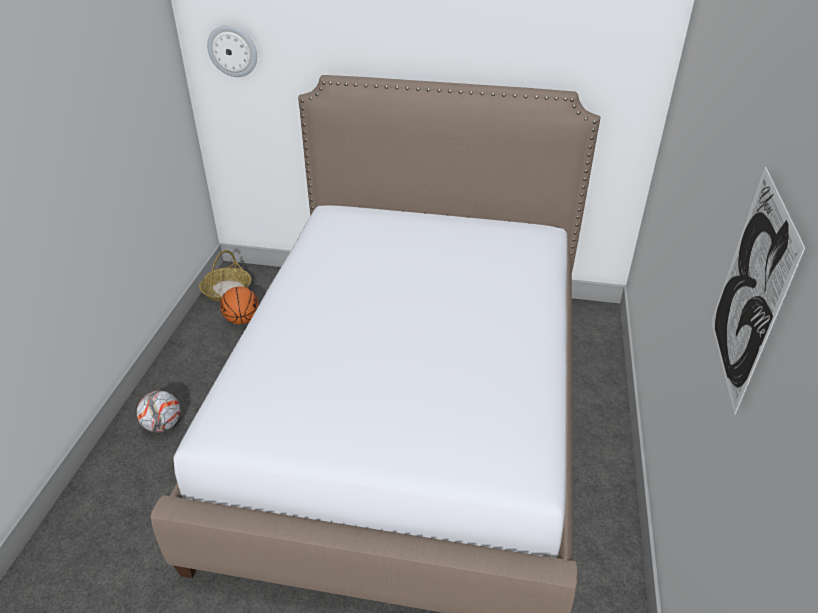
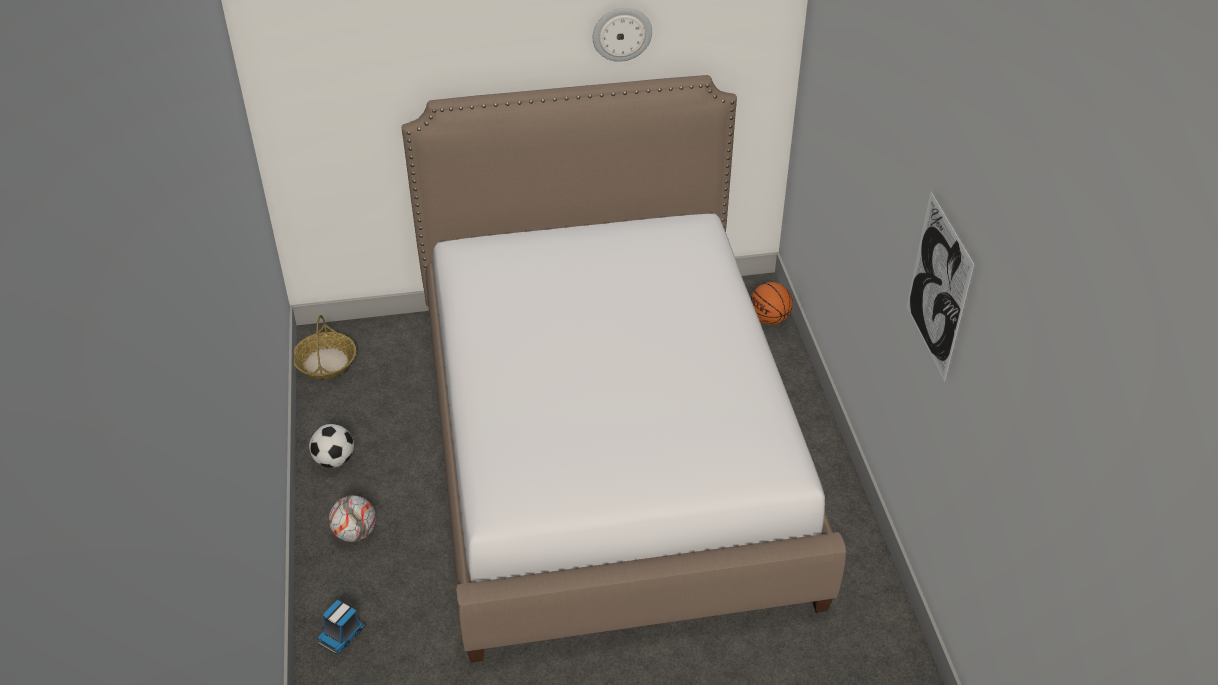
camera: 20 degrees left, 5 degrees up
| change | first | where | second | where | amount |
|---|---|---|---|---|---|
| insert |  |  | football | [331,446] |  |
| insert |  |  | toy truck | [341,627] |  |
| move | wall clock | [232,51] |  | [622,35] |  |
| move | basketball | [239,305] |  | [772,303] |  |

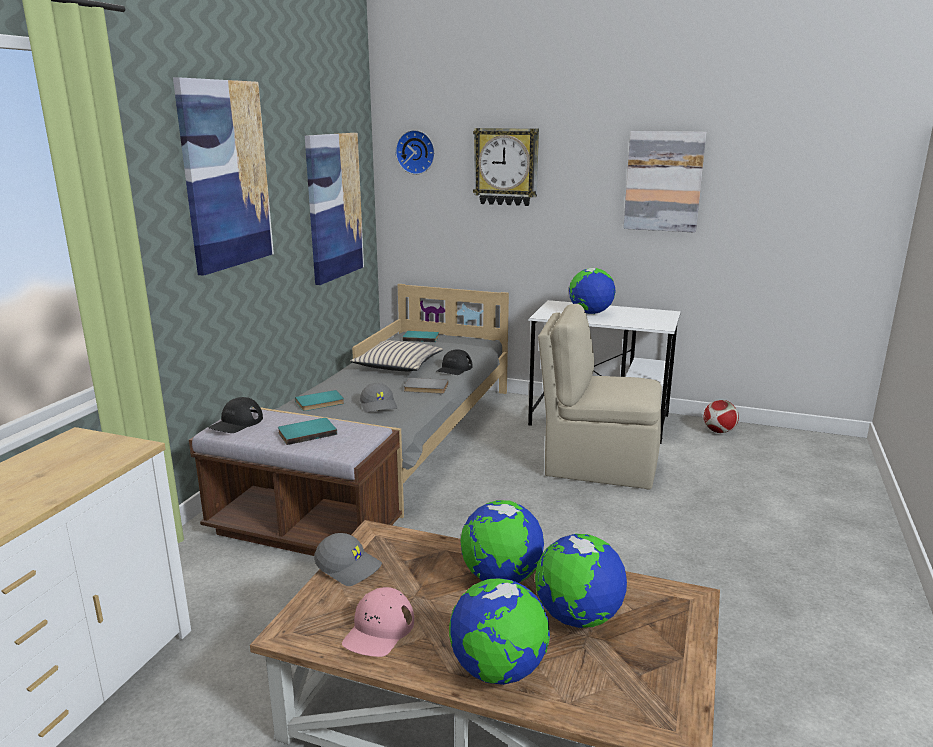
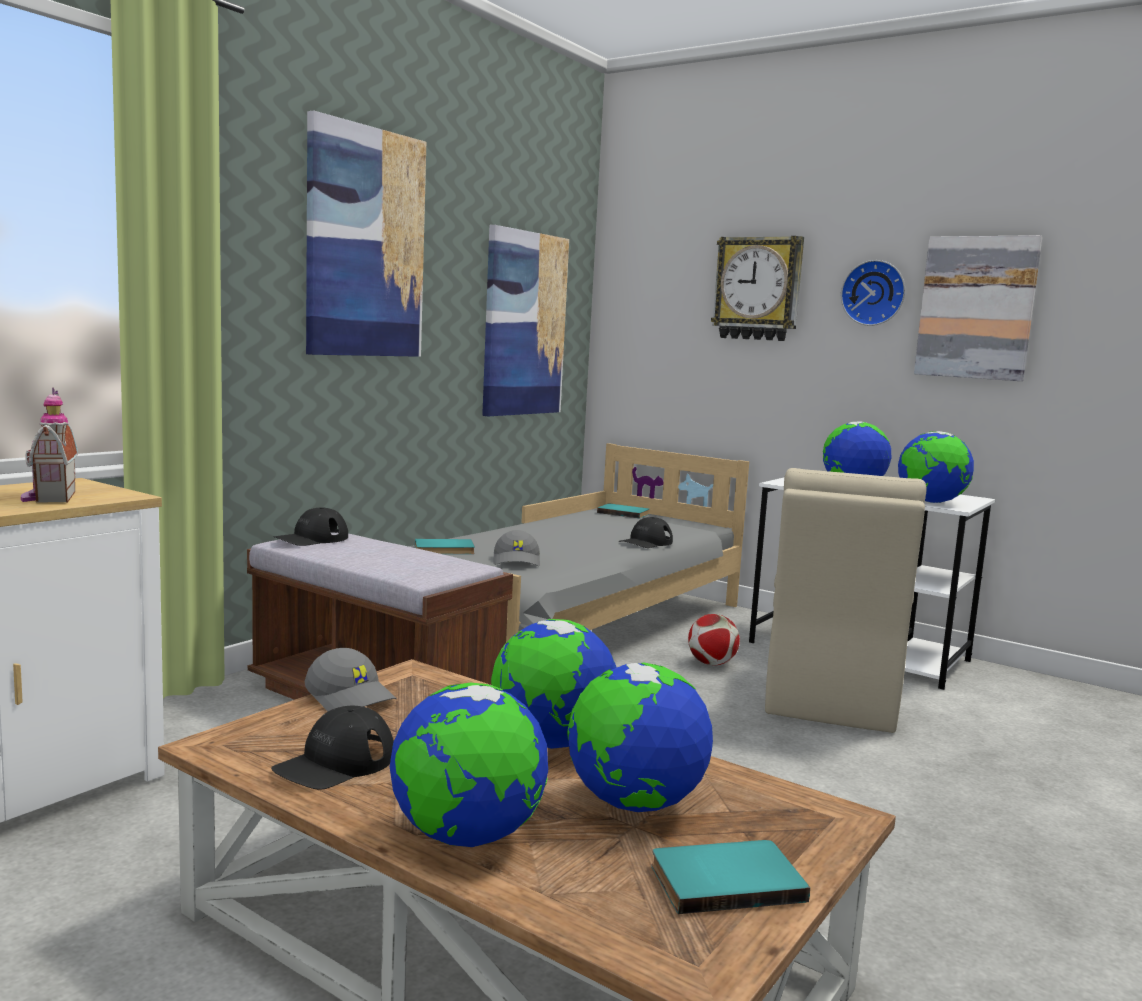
camera: 15 degrees right, 10 degrees down
| change | first | where | second | where | amount |
|---|---|---|---|---|---|
| delete | beige pillow | [396,356] |  |  |  |
| delete | grey book | [426,386] |  |  |  |
| insert |  |  | toy house | [49,445] |  |
| insert |  |  | globe | [936,467] |  |
| move | turquoise book | [307,431] |  | [730,877] |  |
| move | wall clock | [415,152] |  | [873,293] |  |
| move | football | [721,416] |  | [714,639] |  |
| recolor | pink cap | [378,622] | black cap | [332,748] |  |
| rotate | beige chair | [600,397] |  | [846,600] | 105 degrees counterclockwise |

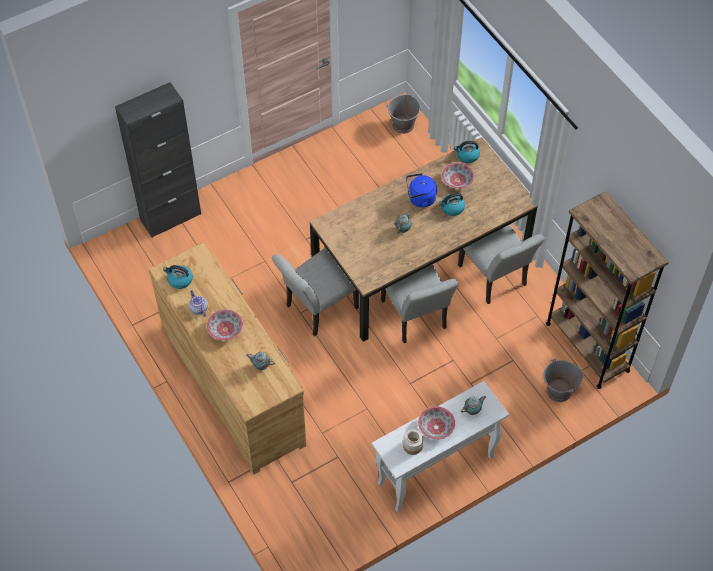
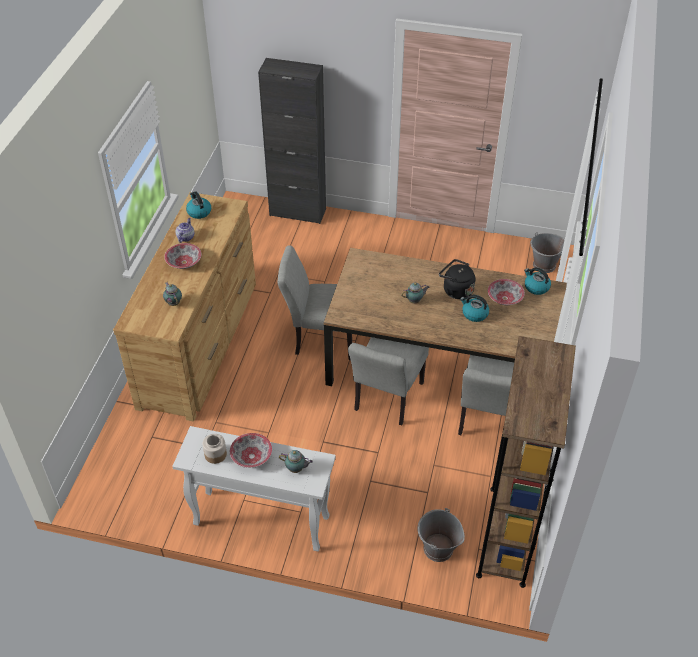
camera: 45 degrees right, 10 degrees down
| change | first | where | second | where | amount |
|---|---|---|---|---|---|
| recolor | blue kettle | [421,190] | black kettle | [457,279] |  |

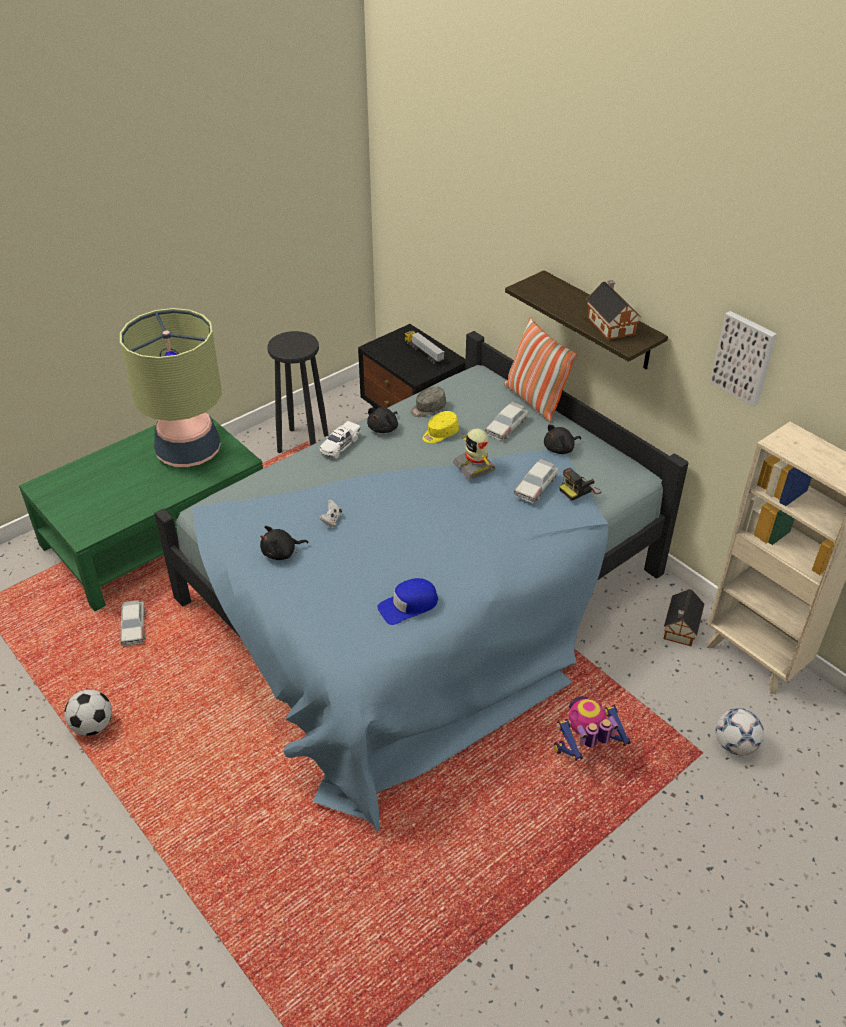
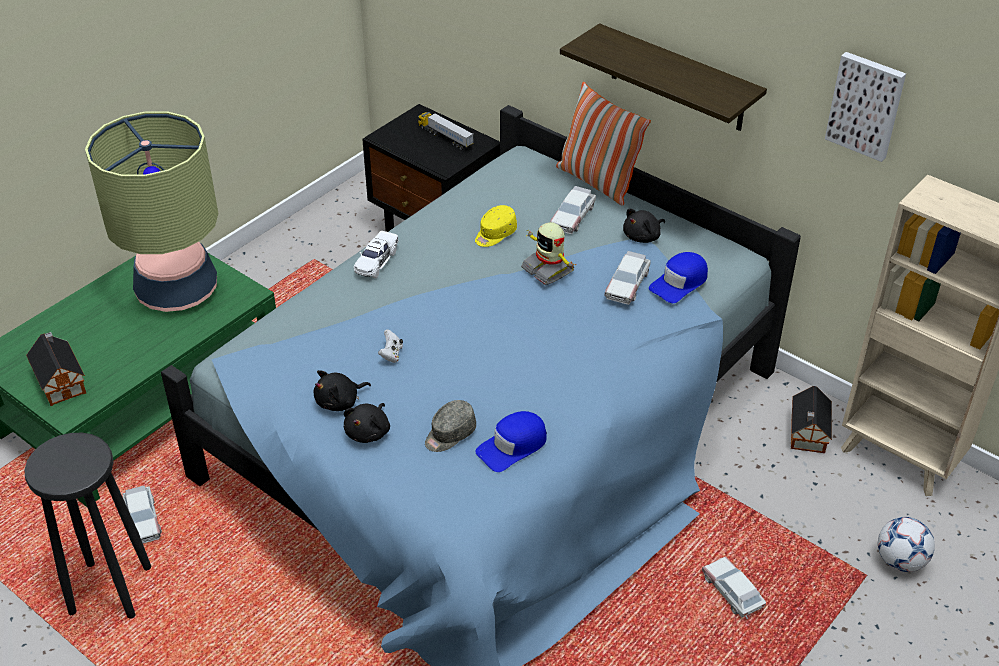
camera: 10 degrees left, 0 degrees up
| change | first | where | second | where | amount |
|---|---|---|---|---|---|
| delete | football | [88,712] |  |  |  |
| move | black stool | [297,392] |  | [87,526] |  |
| move | black plush toy | [382,420] |  | [367,423] |  |
| move | grey cap | [428,401] |  | [450,426] |  |
| move | toy house | [613,310] |  | [56,369] |  |
| replace | toy robot | [592,728] | toy car | [734,588] |  |
| replace | photo camera | [581,484] | blue cap | [678,277] |  |

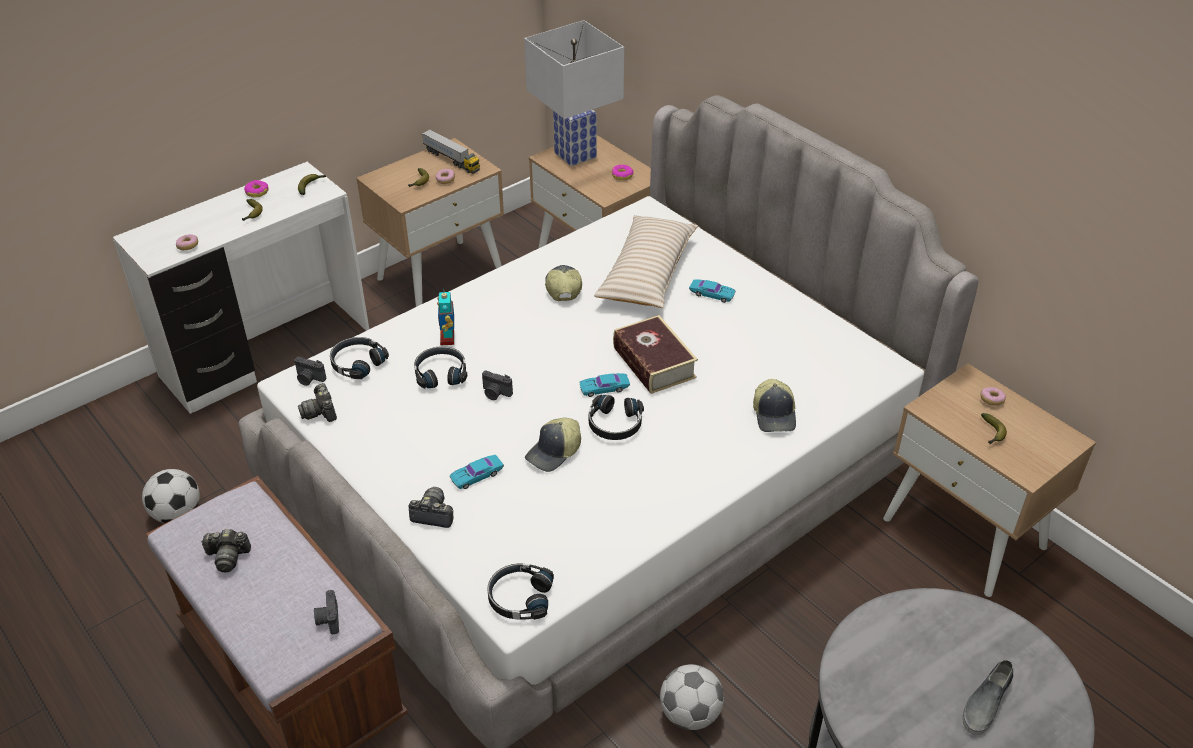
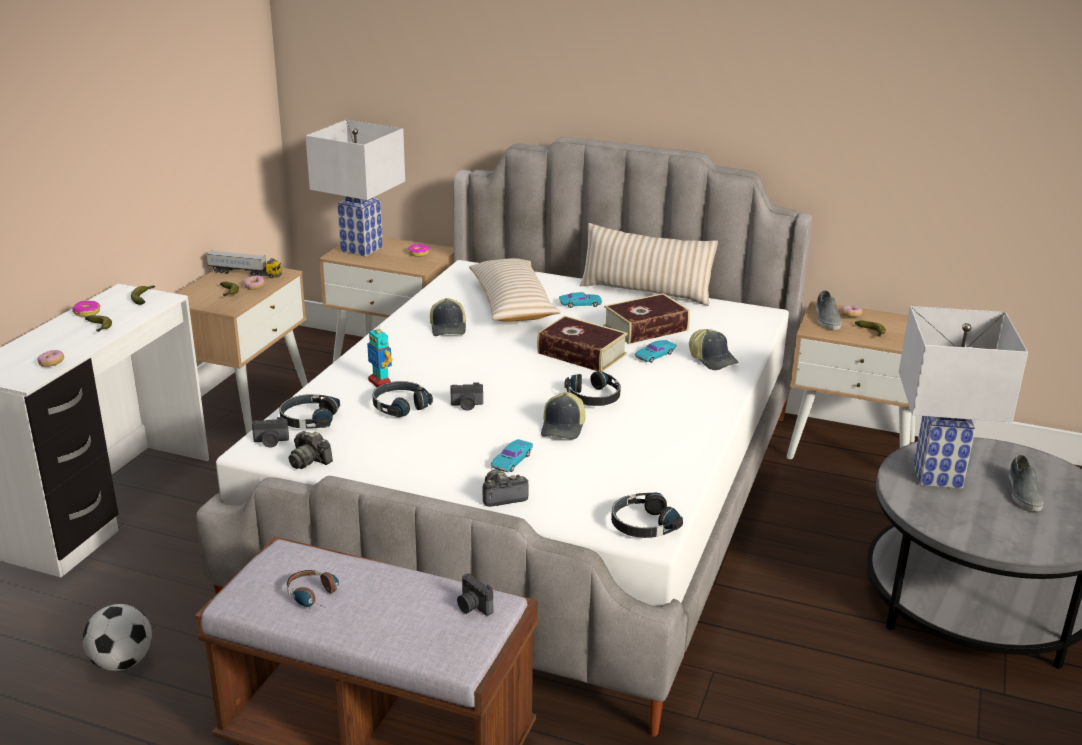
camera: 30 degrees left, 15 degrees down
| change | first | where | second | where | amount |
|---|---|---|---|---|---|
| delete | football | [692,697] |  |  |  |
| insert |  |  | beige pillow | [649,264] |  |
| insert |  |  | book | [646,318] |  |
| insert |  |  | grey shoe | [829,310] |  |
| insert |  |  | white table lamp | [963,397] |  |
| move | turquoise toy car | [605,385] |  | [655,351] |  |
| replace | photo camera | [226,550] | headphones | [313,590] |  |
| rotate | cap | [563,283] |  | [448,317] | 150 degrees counterclockwise |

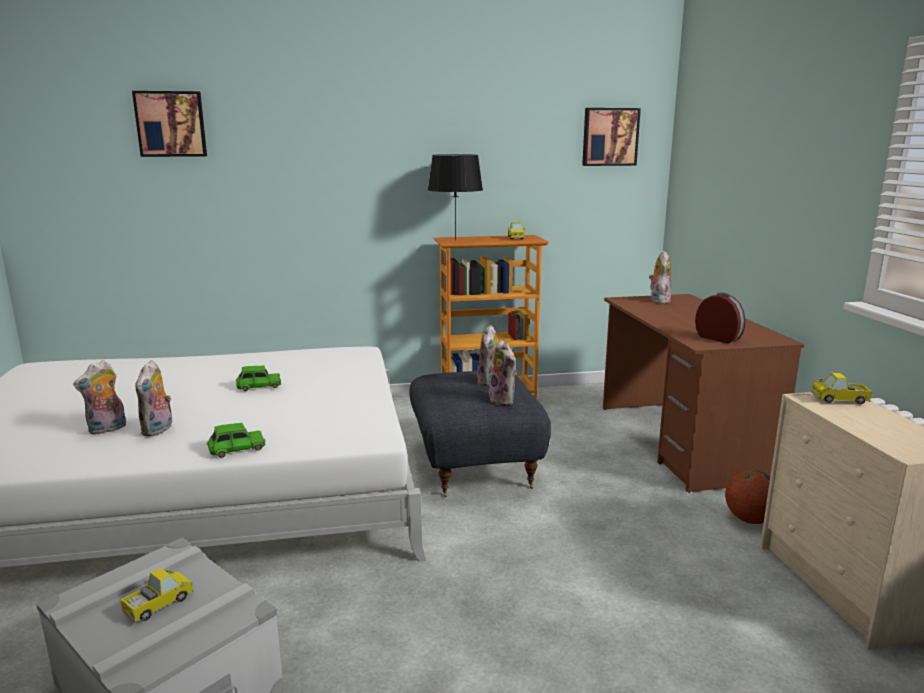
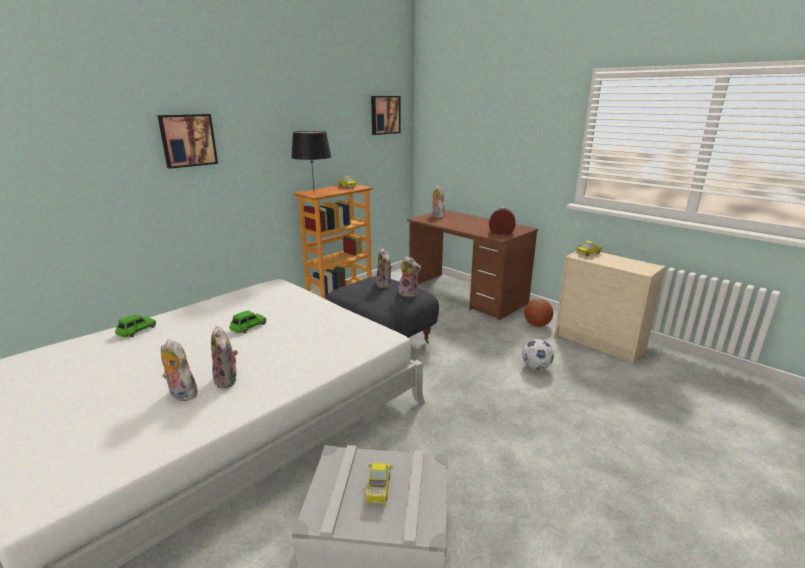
camera: 35 degrees left, 5 degrees up
| change | first | where | second | where | amount |
|---|---|---|---|---|---|
| insert |  |  | football | [538,354] |  |
| move | picture | [169,124] |  | [187,141] |  |
| move | green toy car | [236,440] |  | [135,325] |  |
| rotate | plush toy | [99,397] |  | [179,370] | 120 degrees clockwise |

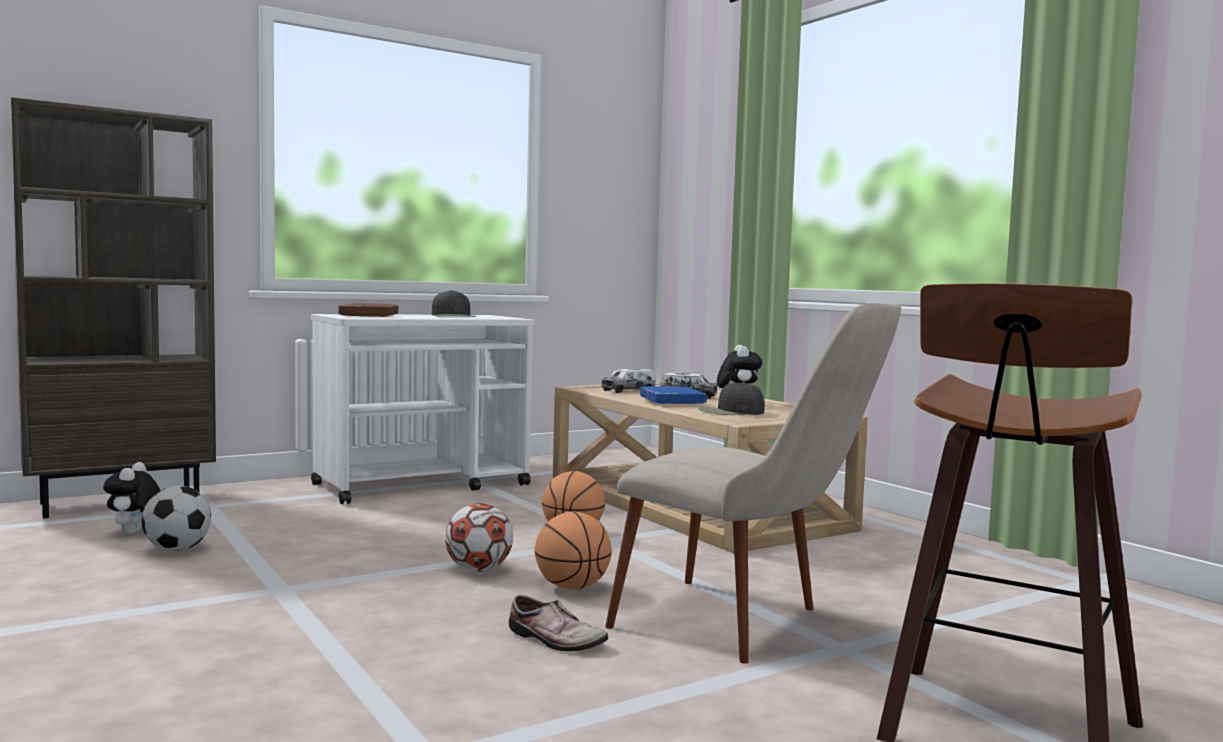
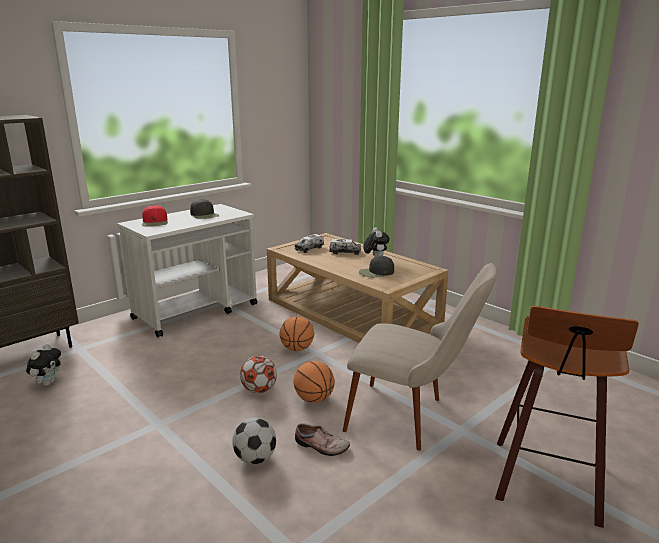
camera: 10 degrees left, 15 degrees up
| change | first | where | second | where | amount |
|---|---|---|---|---|---|
| delete | blue book | [673,395] |  |  |  |
| move | football | [176,518] |  | [254,440] |  |
| replace | brown book | [369,310] | red cap | [155,215] |  |
| rotate | plush toy | [132,498] |  | [43,365] | 150 degrees counterclockwise |

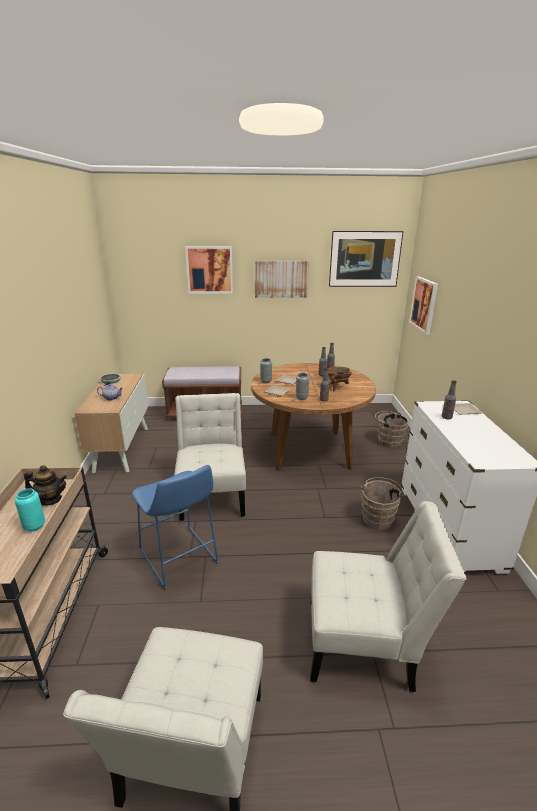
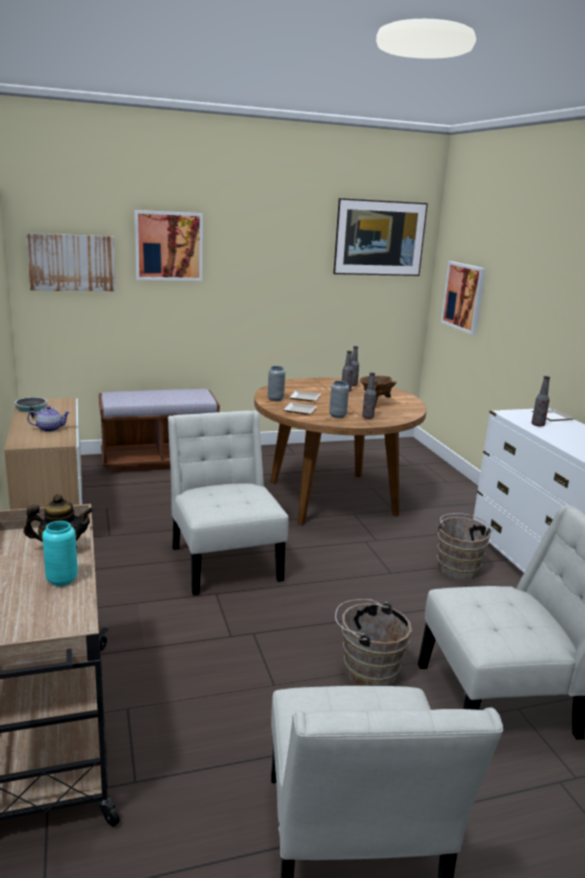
camera: 15 degrees left, 5 degrees down
| change | first | where | second | where | amount |
|---|---|---|---|---|---|
| delete | blue stool | [175,527] |  |  |  |
| move | picture | [282,279] |  | [70,262] |  |
| move | brown bucket | [392,429] |  | [373,642] |  |

